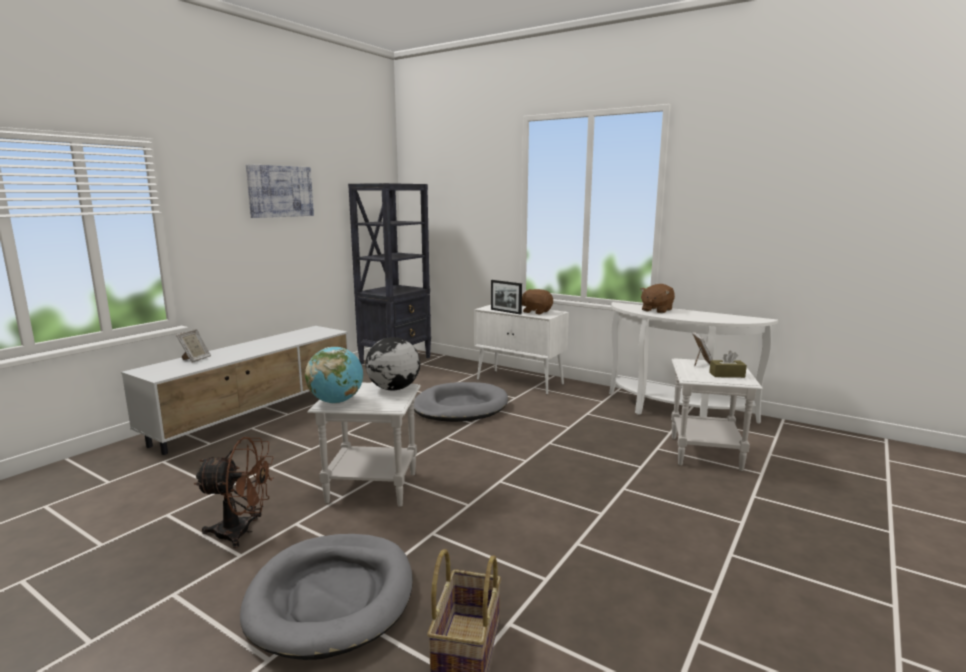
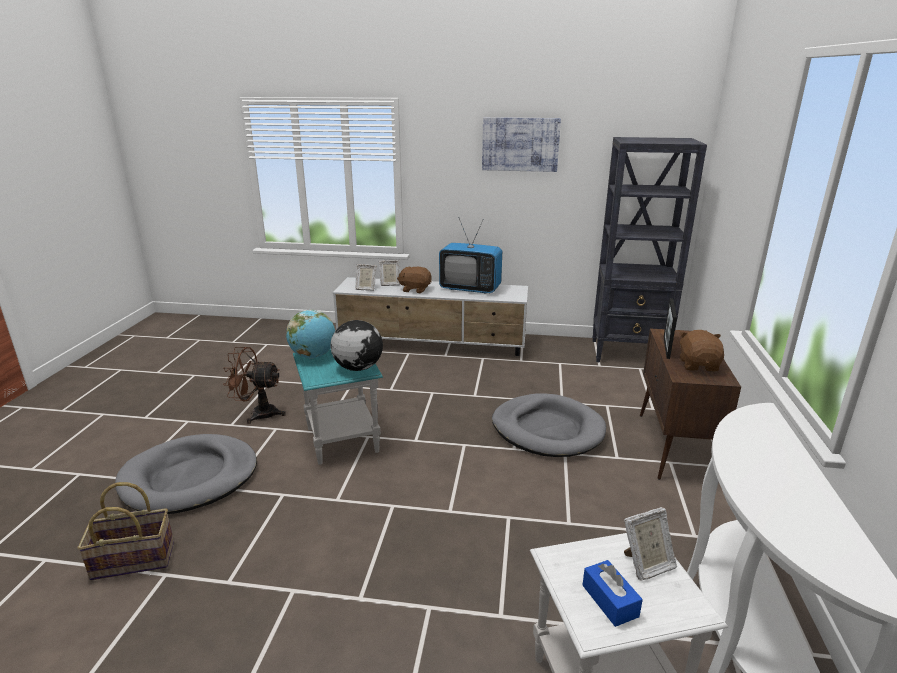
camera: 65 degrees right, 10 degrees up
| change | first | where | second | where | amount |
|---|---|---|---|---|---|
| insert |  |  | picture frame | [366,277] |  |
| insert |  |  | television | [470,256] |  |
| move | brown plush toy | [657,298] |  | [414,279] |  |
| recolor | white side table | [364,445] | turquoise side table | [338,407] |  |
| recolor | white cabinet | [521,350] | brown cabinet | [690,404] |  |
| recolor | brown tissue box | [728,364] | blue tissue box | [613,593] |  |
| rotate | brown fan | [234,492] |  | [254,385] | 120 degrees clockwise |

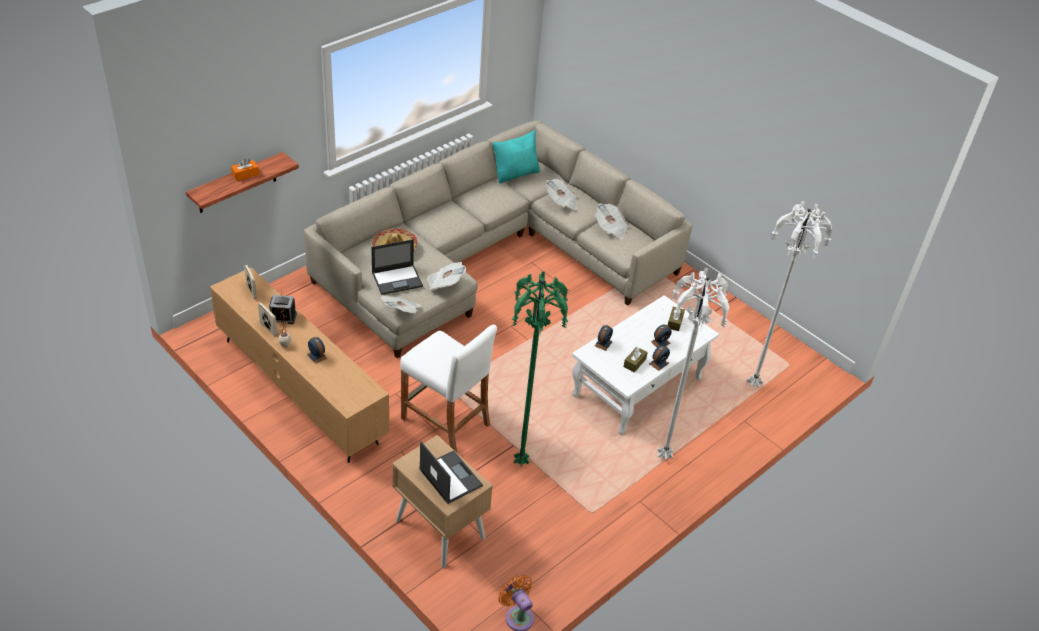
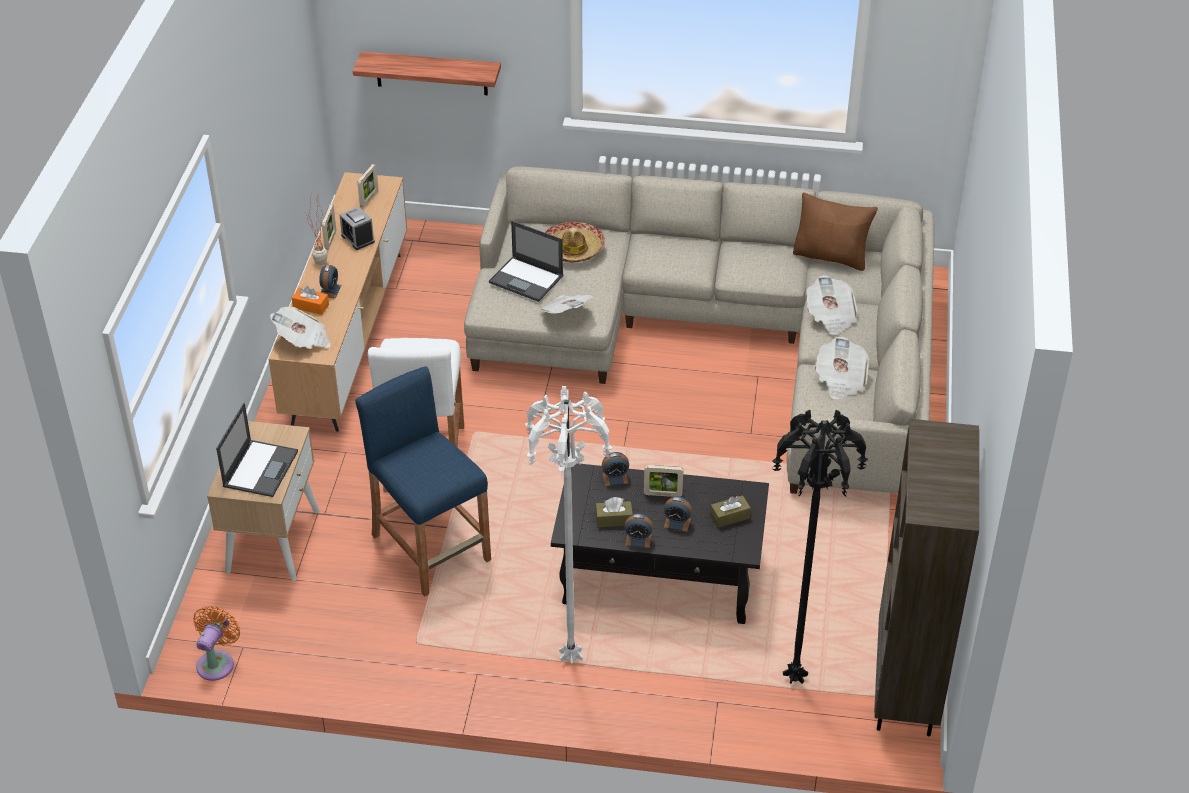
camera: 55 degrees right, 0 degrees up
| change | first | where | second | where | amount |
|---|---|---|---|---|---|
| insert |  |  | picture frame | [663,481] |  |
| insert |  |  | brown bookcase | [926,577] |  |
| move | orange tissue box | [245,169] |  | [310,300] |  |
| move | newspaper | [400,304] |  | [300,327] |  |
| replace | green floor lamp | [540,368] | blue stool | [423,481] |  |
| recolor | turquoise pillow | [516,157] | brown pillow | [835,232] |  |
| recolor | white coffee table | [645,365] | black coffee table | [660,543] |  |
| recolor | white floor lamp | [789,294] | black floor lamp | [820,547] |  |

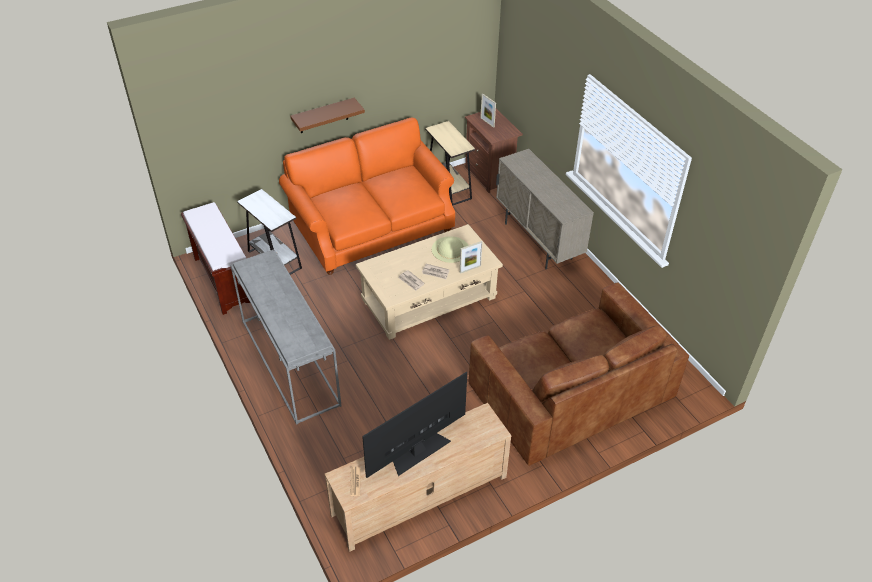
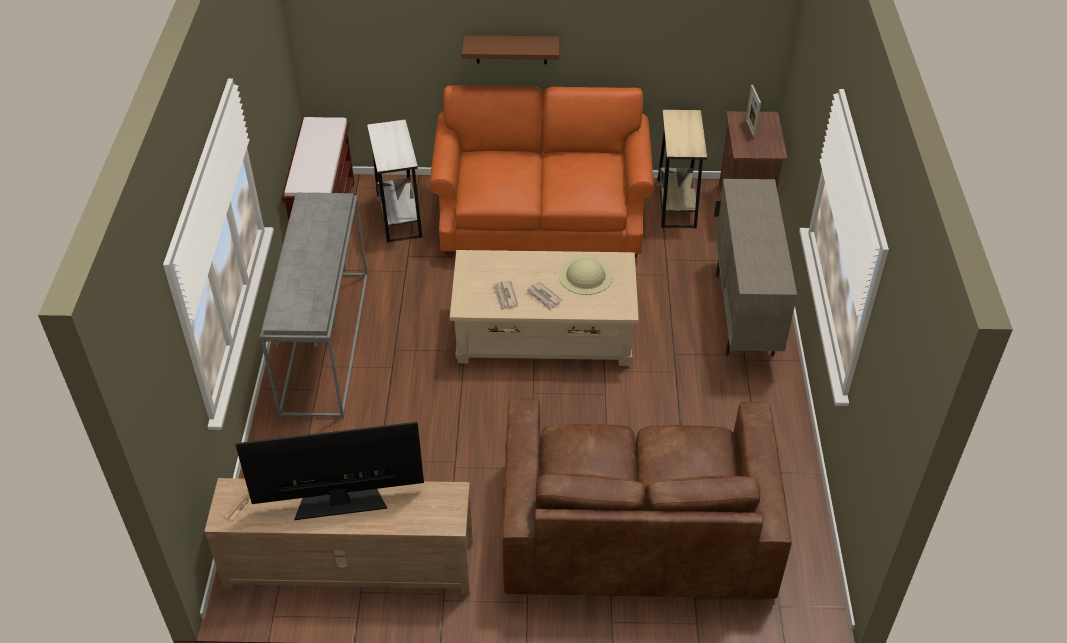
camera: 30 degrees right, 0 degrees up
| change | first | where | second | where | amount |
|---|---|---|---|---|---|
| delete | picture frame | [471,257] |  |  |  |

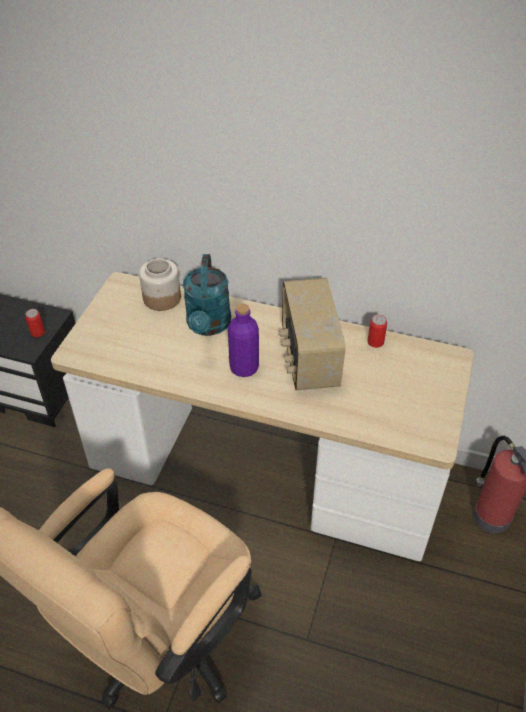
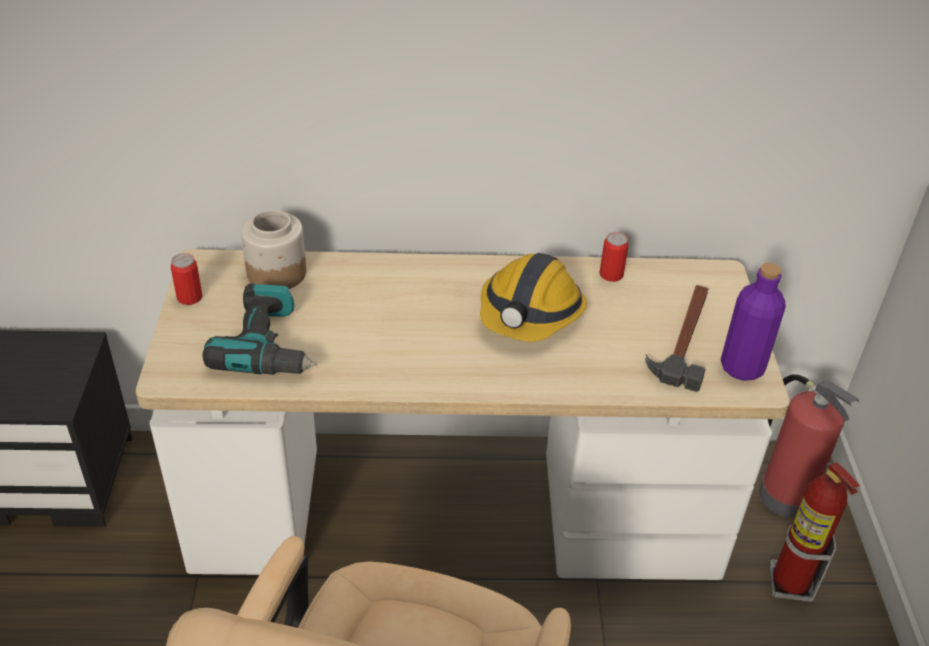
camera: 20 degrees left, 5 degrees down
| change | first | where | second | where | amount |
|---|---|---|---|---|---|
| delete | turquoise watering can | [207,295] |  |  |  |
| insert |  |  | power drill | [260,329] |  |
| insert |  |  | hammer | [677,338] |  |
| insert |  |  | fire extinguisher | [814,532] |  |
| move | can | [35,323] |  | [186,279] |  |
| move | purple bottle | [243,340] |  | [753,321] |  |
| replace | radio | [312,334] | hard hat | [533,297] |  |

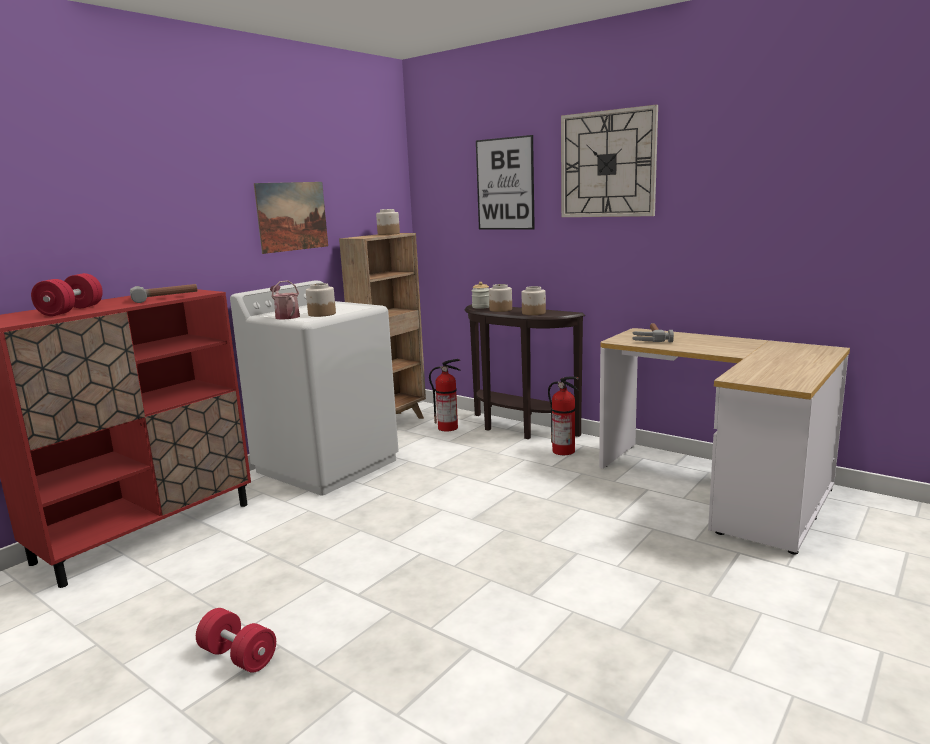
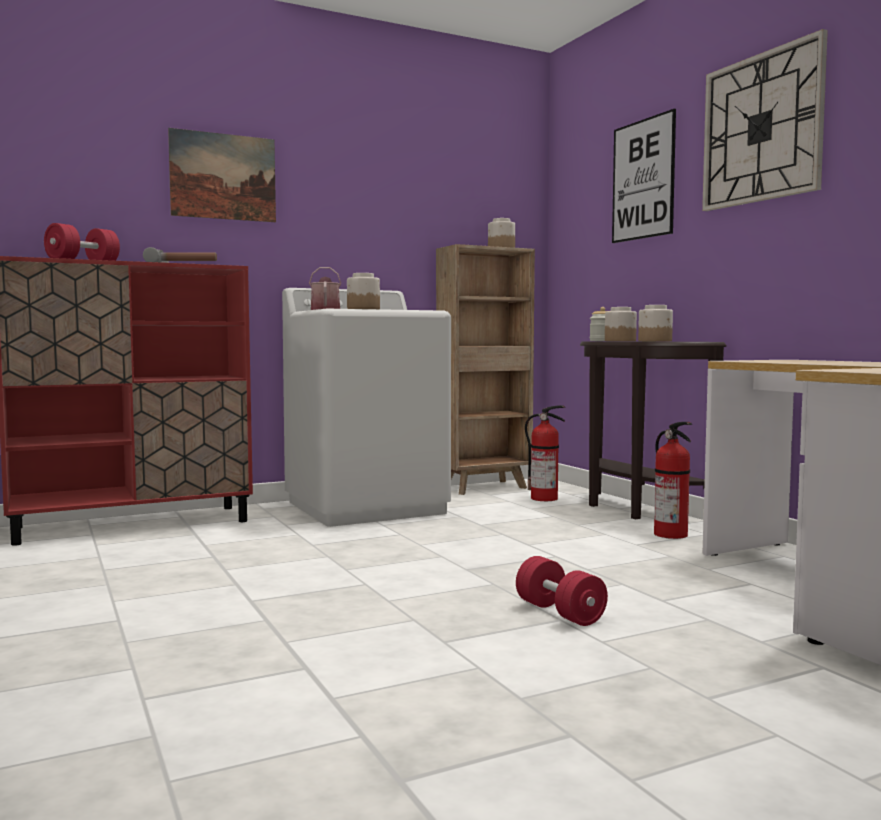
camera: 25 degrees right, 10 degrees down
| change | first | where | second | where | amount |
|---|---|---|---|---|---|
| delete | hammer | [653,332] |  |  |  |
| move | red dumbbell | [236,640] |  | [562,591] |  |
| move | picture | [291,218] |  | [222,175] |  |

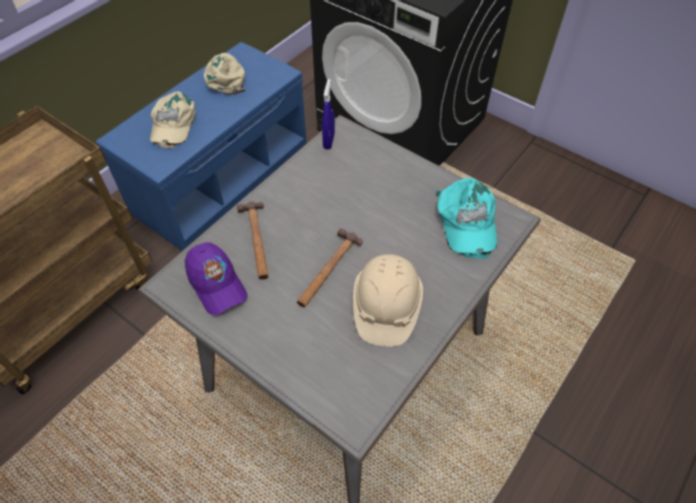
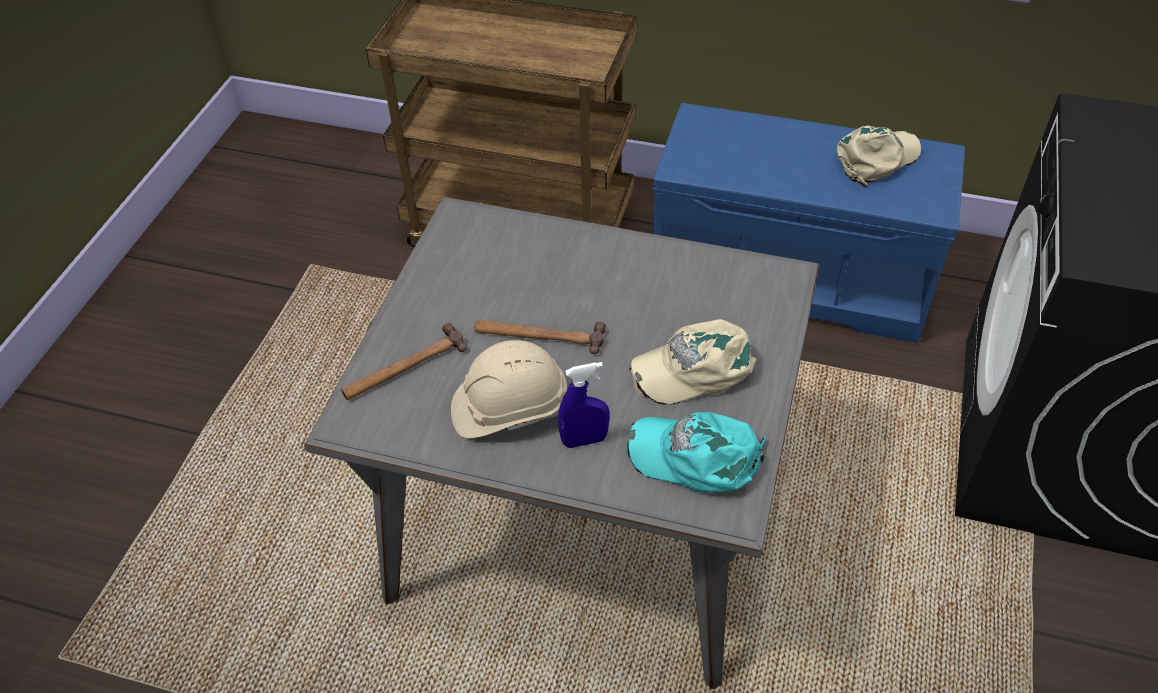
camera: 70 degrees right, 5 degrees down
| change | first | where | second | where | amount |
|---|---|---|---|---|---|
| delete | purple cap | [216,278] |  |  |  |
| move | beige cap | [172,119] |  | [692,362] |  |
| move | hammer | [252,240] |  | [404,361] |  |
| move | blue spray bottle | [328,114] |  | [584,405] |  |
| rotate | turquoise cap | [466,218] |  | [696,452] | 45 degrees clockwise |

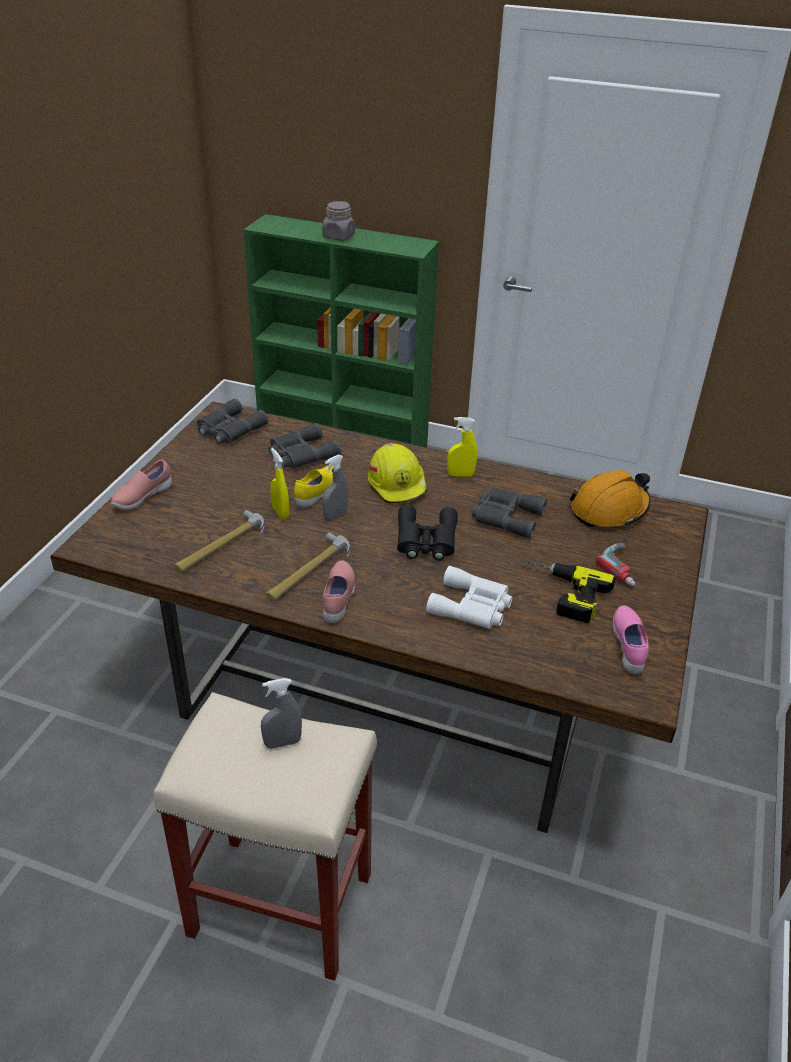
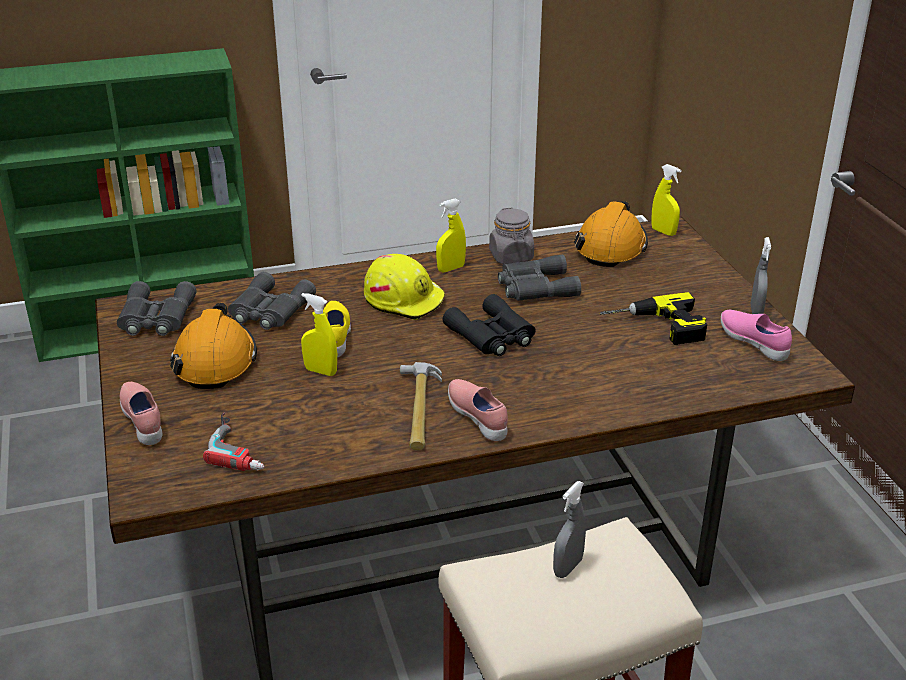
camera: 35 degrees left, 5 degrees down
| change | first | where | second | where | amount |
|---|---|---|---|---|---|
| delete | hammer | [219,541] |  |  |  |
| delete | white binoculars | [469,597] |  |  |  |
| insert |  |  | orange hard hat | [213,345] |  |
| insert |  |  | yellow spray bottle | [666,200] |  |
| move | grey jar | [338,221] |  | [511,236] |  |
| move | grey spray bottle | [335,488] |  | [761,275] |  |
| move | power drill | [615,560] |  | [234,442] |  |
| rotate | pink shoe | [141,485] |  | [141,413] | 150 degrees clockwise |

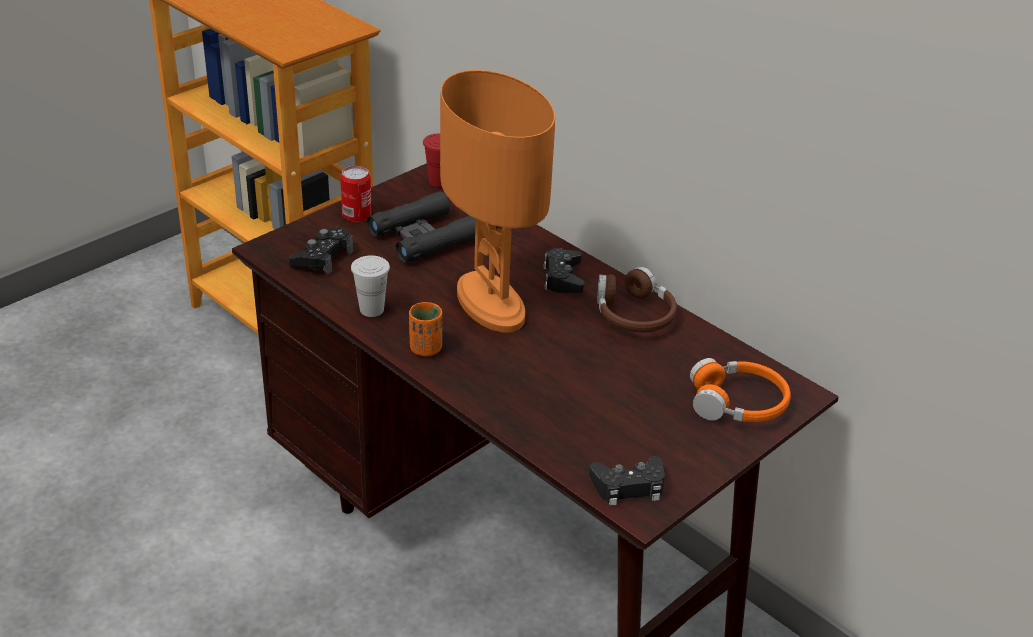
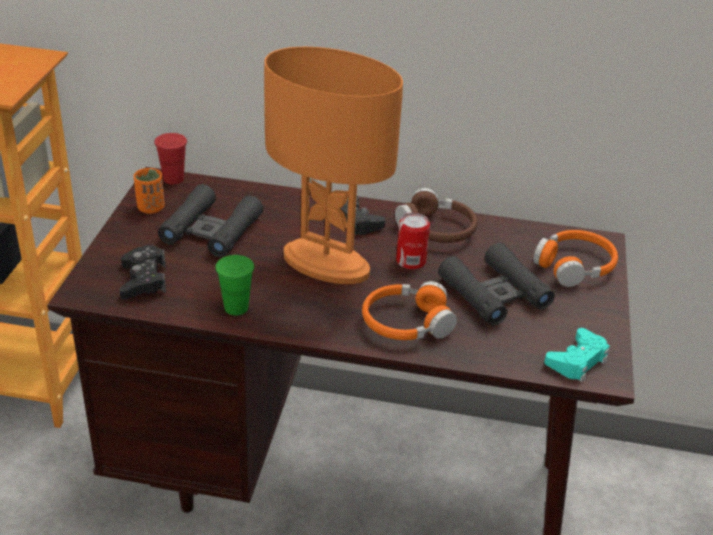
camera: 35 degrees left, 0 degrees up
| change | first | where | second | where | amount |
|---|---|---|---|---|---|
| insert |  |  | orange headphones | [409,310] |  |
| insert |  |  | black binoculars | [496,284] |  |
| move | can | [356,194] |  | [413,241] |  |
| move | orange cup | [425,329] |  | [149,191] |  |
| recolor | white cup | [370,286] | green cup | [234,285] |  |
| recolor | black game controller | [627,481] | turquoise game controller | [577,355] |  |

